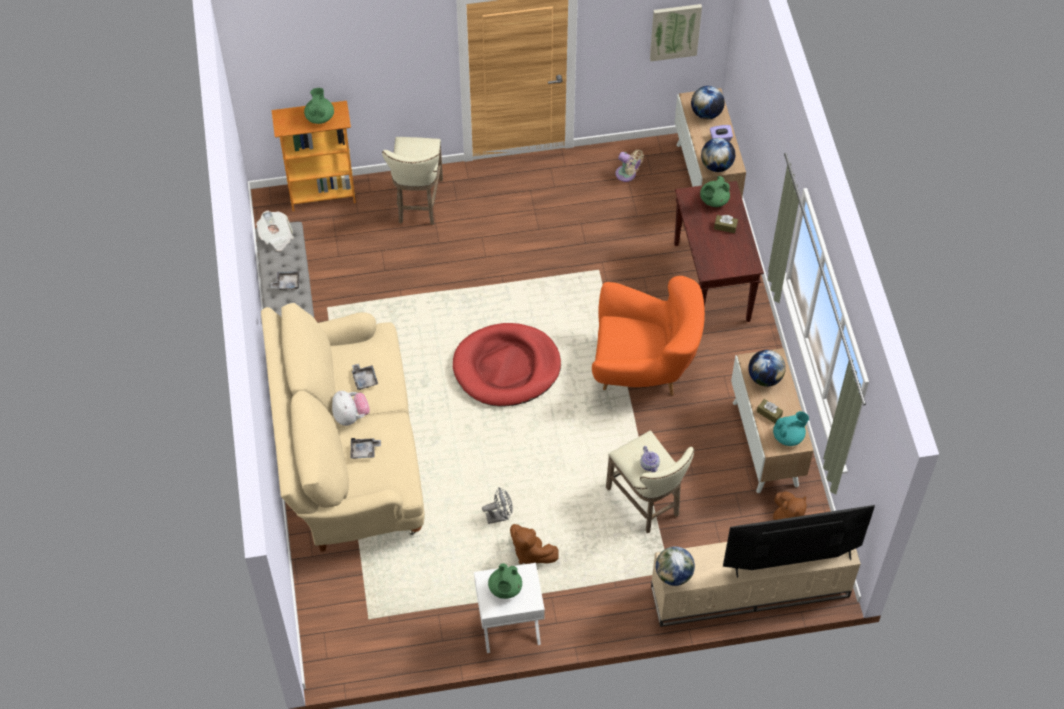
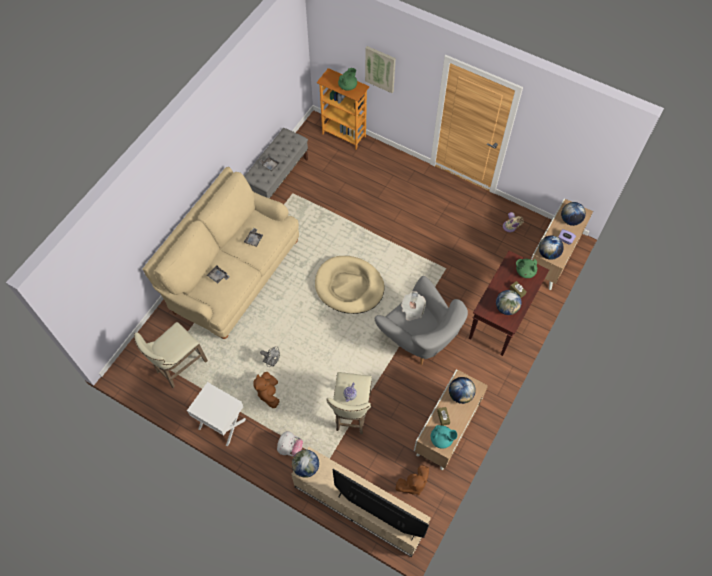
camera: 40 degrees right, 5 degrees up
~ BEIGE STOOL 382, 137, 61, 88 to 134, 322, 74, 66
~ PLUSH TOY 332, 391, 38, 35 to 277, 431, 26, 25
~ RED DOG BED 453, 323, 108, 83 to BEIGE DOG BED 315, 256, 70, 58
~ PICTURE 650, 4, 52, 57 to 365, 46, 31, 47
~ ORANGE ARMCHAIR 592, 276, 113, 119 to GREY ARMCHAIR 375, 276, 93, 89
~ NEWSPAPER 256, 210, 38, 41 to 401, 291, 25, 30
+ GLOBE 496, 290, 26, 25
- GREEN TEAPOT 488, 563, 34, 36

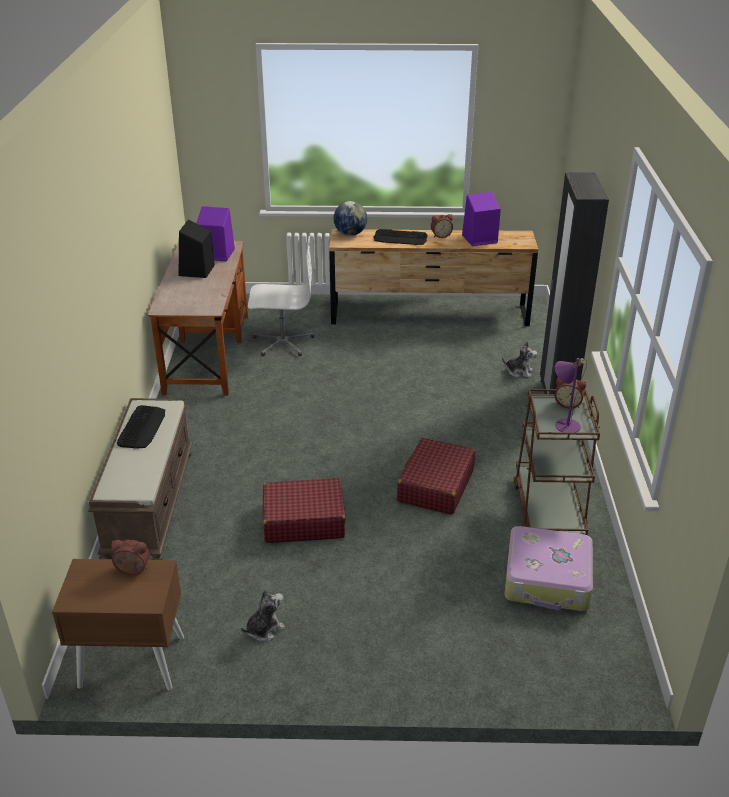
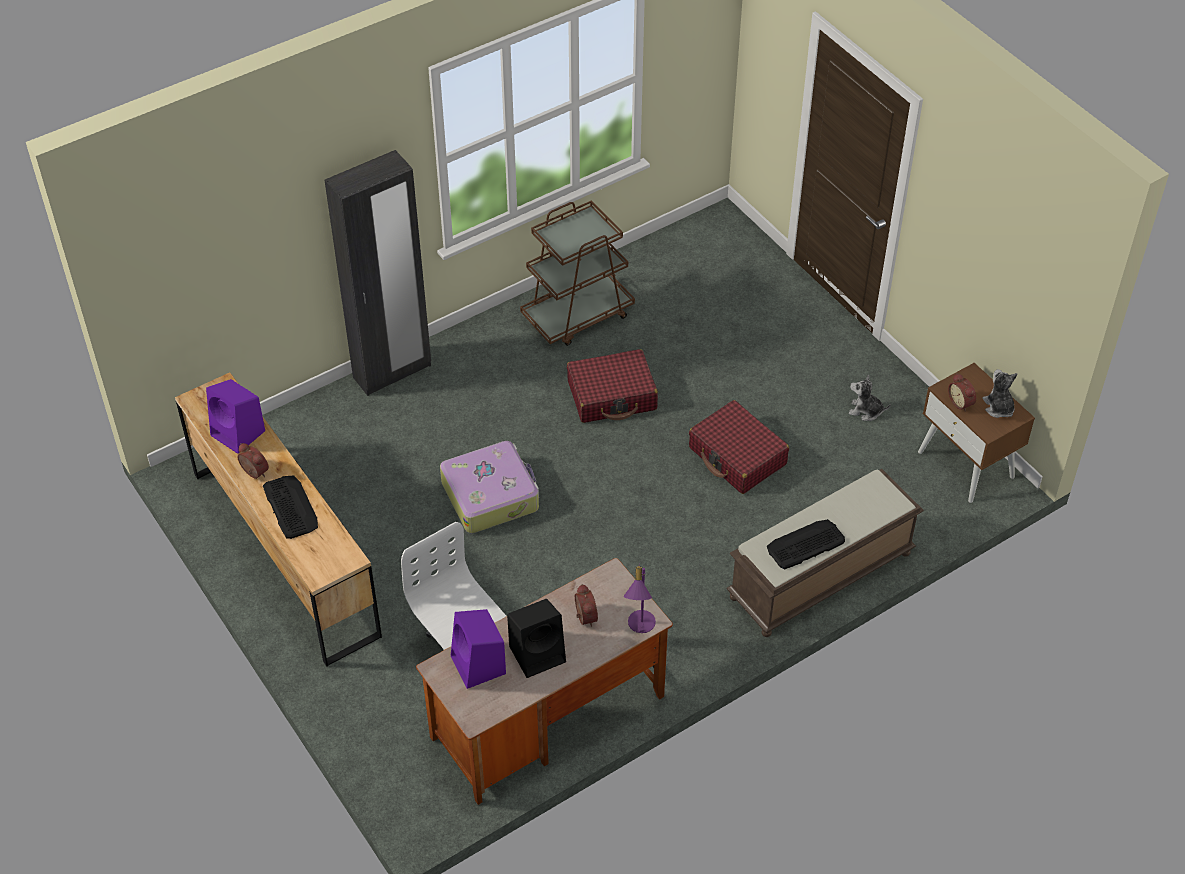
camera: 125 degrees left, 15 degrees up
~ SUITCASE 504, 526, 89, 85 to 440, 441, 99, 92
~ ALARM CLOCK 555, 378, 31, 31 to 575, 584, 23, 43
~ PURPLE TABLE LAMP 555, 358, 32, 74 to 624, 565, 32, 68
~ PLUSH TOY 502, 341, 35, 37 to 982, 369, 36, 49
- GLOBE 334, 201, 33, 35

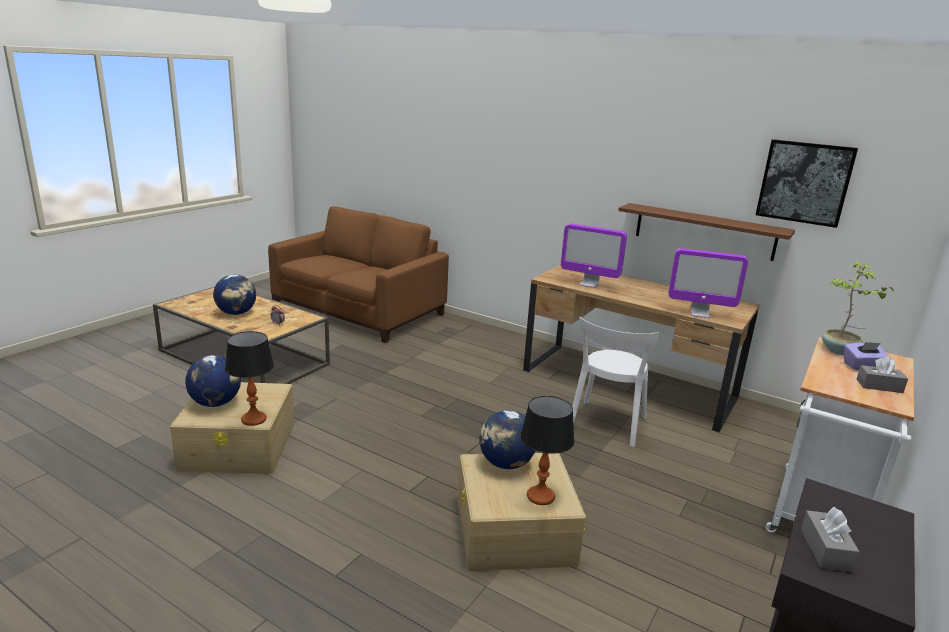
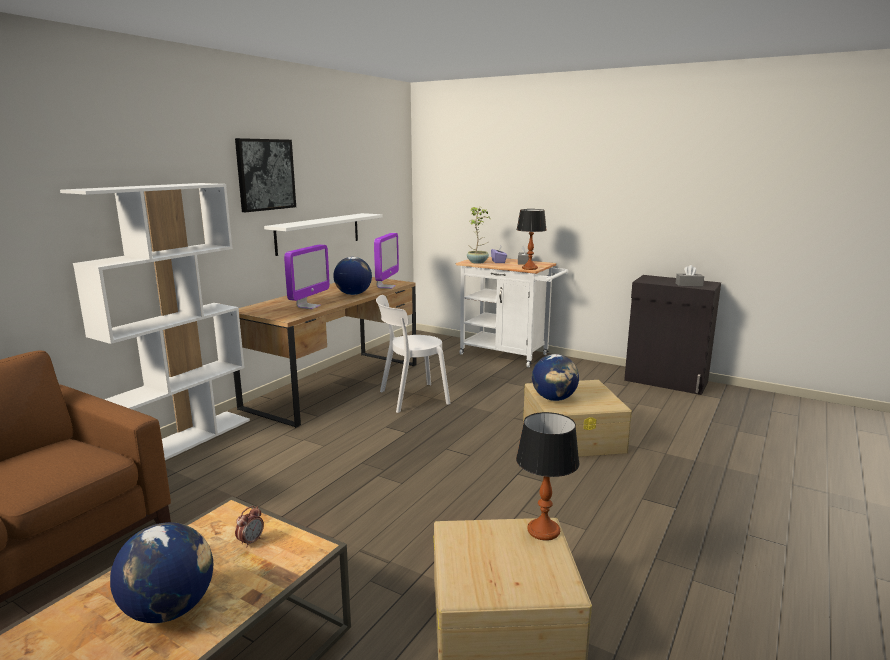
camera: 90 degrees left, 5 degrees down
+ WHITE BOOKCASE 60, 183, 190, 277
~ PICTURE 756, 139, 102, 89 to 235, 138, 61, 74
~ BROWN SHELF 618, 203, 177, 58 to WHITE SHELF 264, 213, 118, 43
~ GLOBE 185, 355, 56, 52 to 333, 257, 39, 38
~ WHITE CHAIR 572, 317, 87, 130 = 376, 295, 75, 118 135 degrees clockwise
~ TABLE LAMP 520, 396, 55, 109 to 516, 209, 31, 61

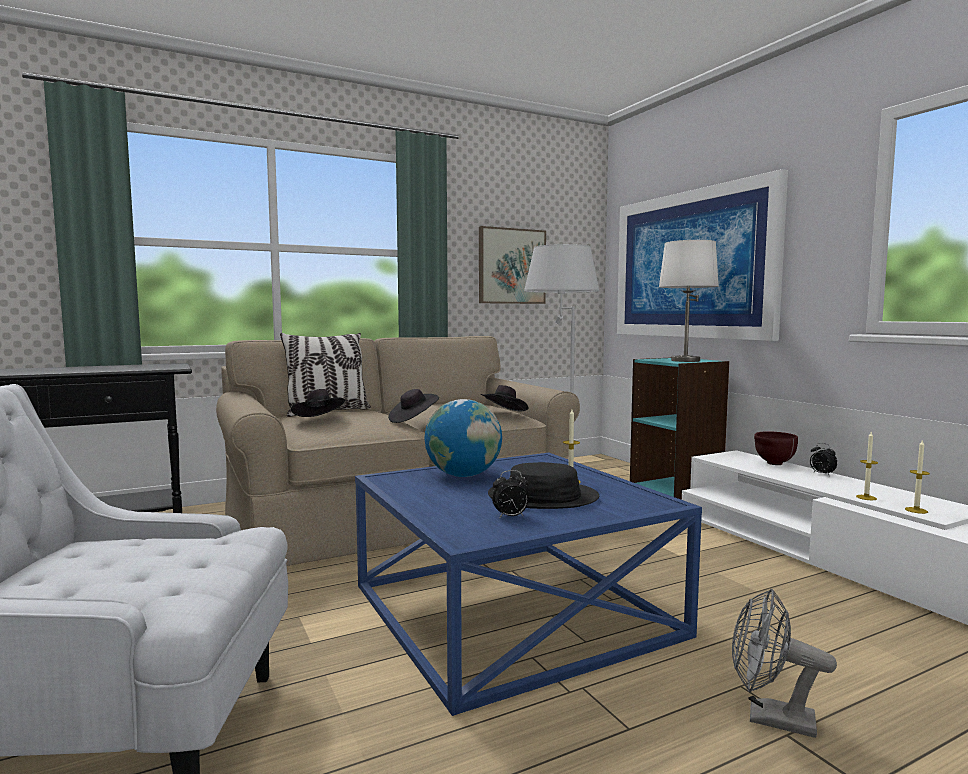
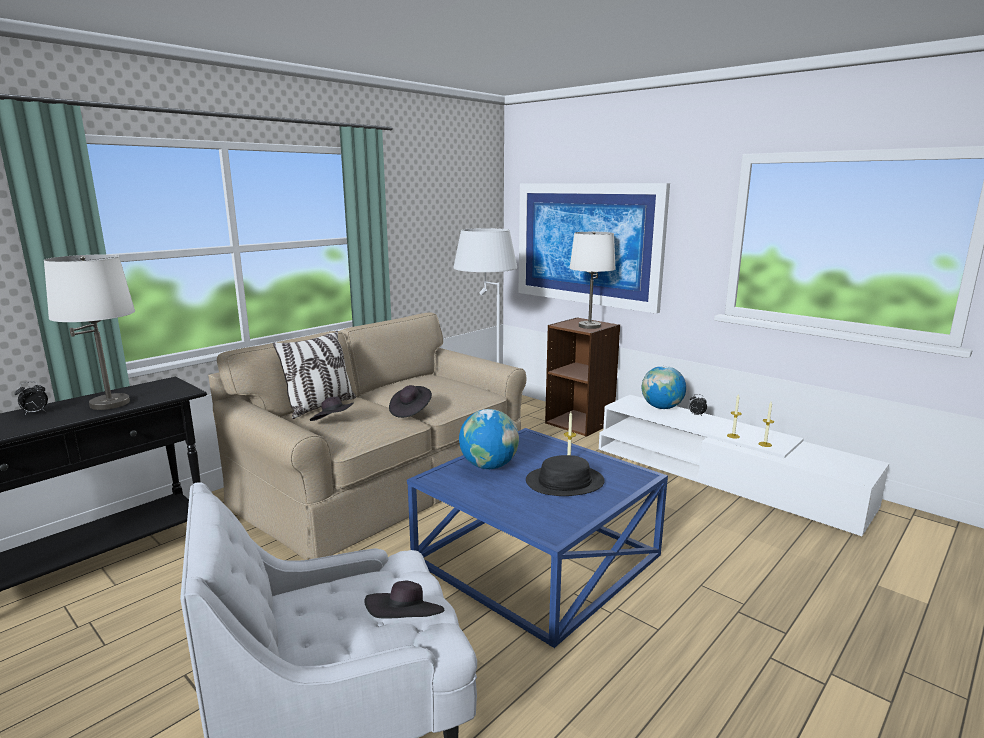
camera: 20 degrees left, 10 degrees up
~ ALARM CLOCK 492, 470, 37, 49 to 15, 382, 33, 33
+ WHITE TABLE LAMP 44, 255, 91, 155
~ BLACK HAT 481, 385, 48, 27 to 364, 581, 80, 37
~ TURQUOISE BOOKCASE 630, 358, 99, 142 to BROWN BOOKCASE 545, 317, 75, 120
~ BROWN BOWL 754, 431, 44, 34 to GLOBE 641, 366, 45, 43
- PICTURE 479, 226, 67, 78
- GREY FAN 732, 589, 105, 149

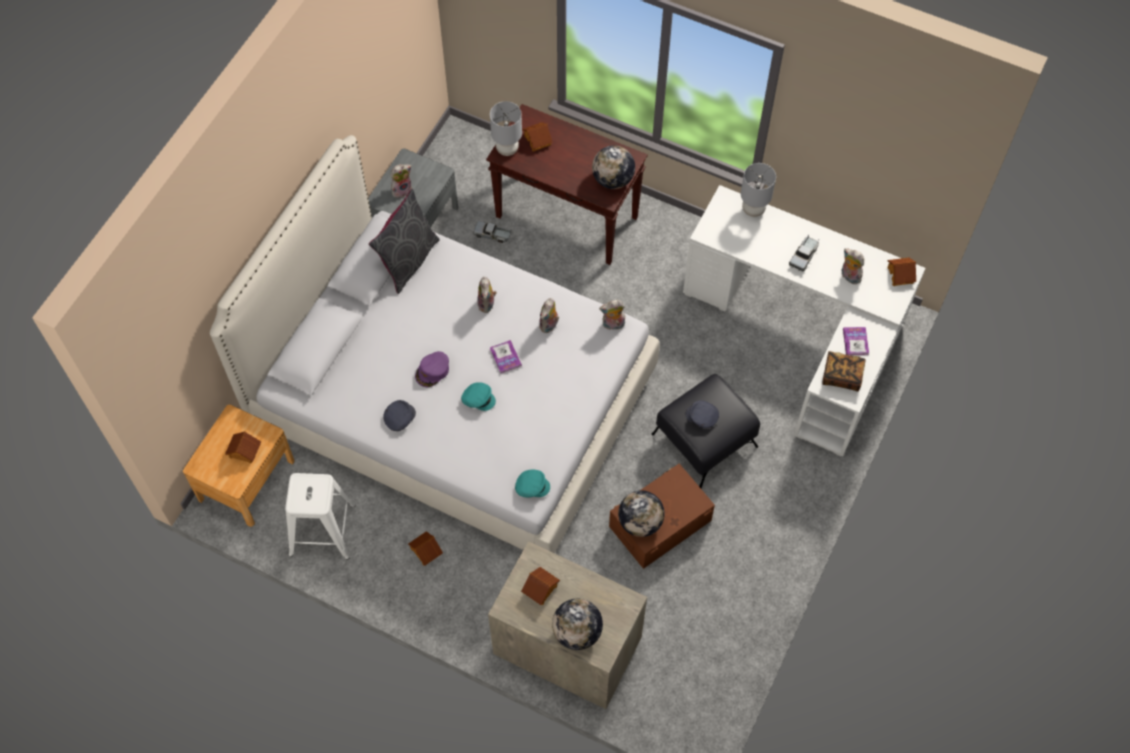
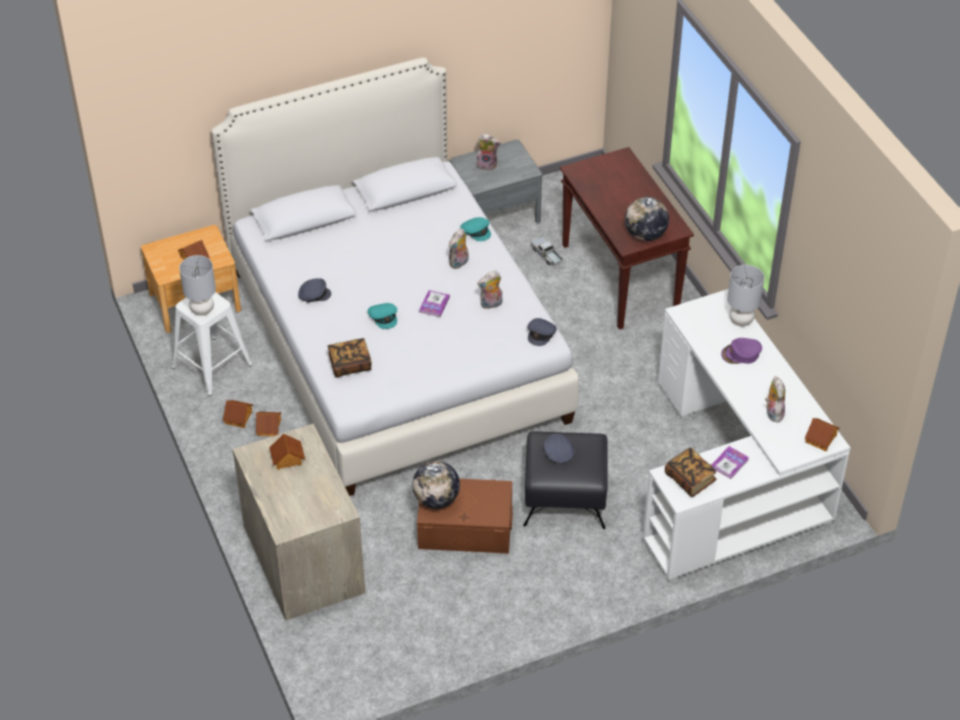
camera: 40 degrees right, 15 degrees down
~ GREY TABLE LAMP 490, 101, 32, 55 to 179, 255, 37, 60
~ TOY HOUSE 522, 122, 31, 29 to 223, 400, 30, 28
+ BOOK 328, 338, 44, 40
~ TURQUOISE CAP 515, 470, 35, 28 to 460, 217, 31, 24
~ PLUSH TOY 599, 300, 26, 30 to GREY CAP 527, 318, 30, 28
~ PURPLE CAP 415, 351, 34, 36 to 721, 338, 41, 26
- GREY PILLOW 369, 188, 71, 106
- GLOBE 552, 599, 51, 51
- TOY TRUCK 789, 234, 30, 38

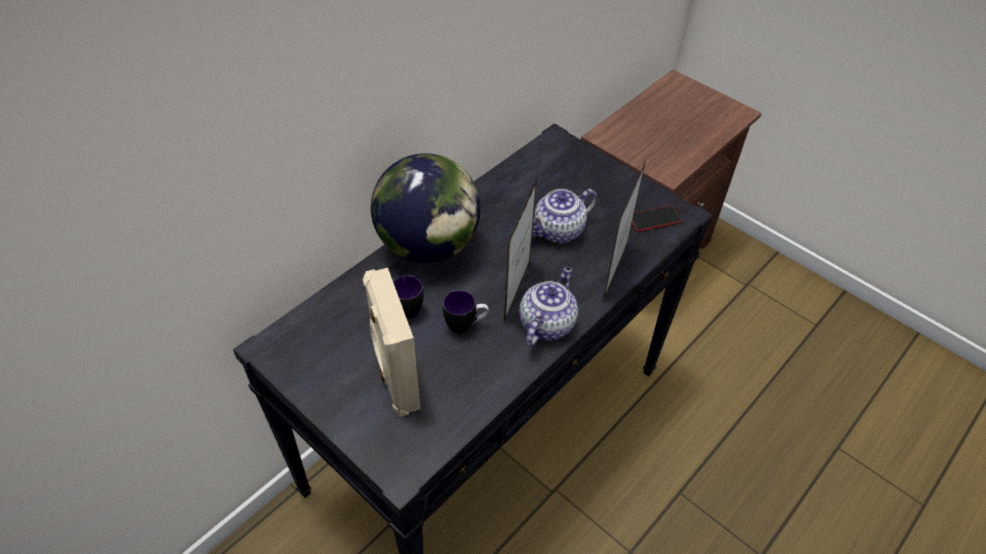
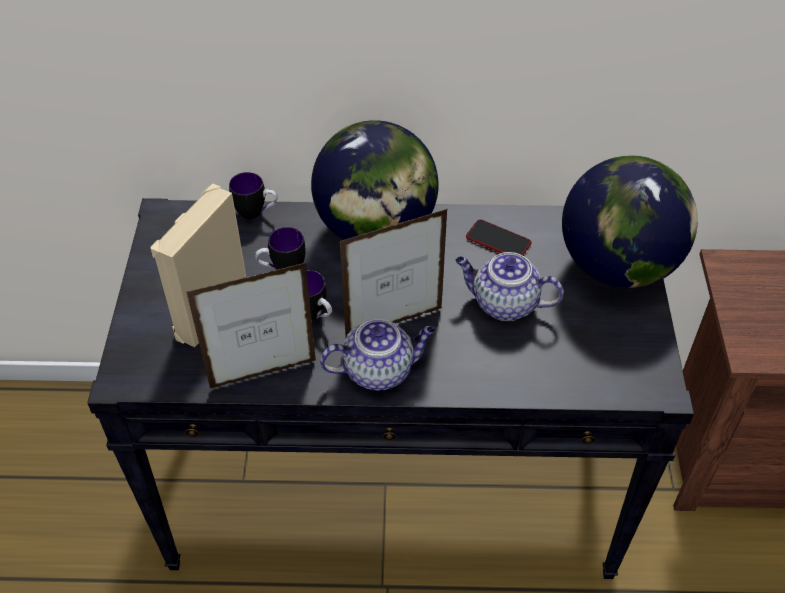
camera: 50 degrees right, 0 degrees up
~ PICTURE FRAME 603, 161, 43, 138 to 186, 262, 130, 127
+ MUG 229, 172, 49, 48
~ PHONE 632, 205, 50, 27 to 466, 219, 66, 36
+ GLOBE 562, 155, 136, 133

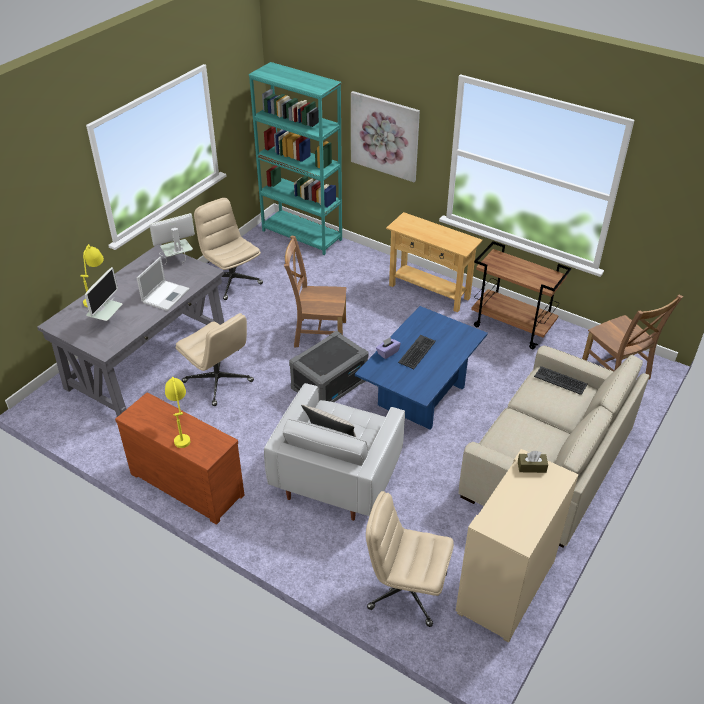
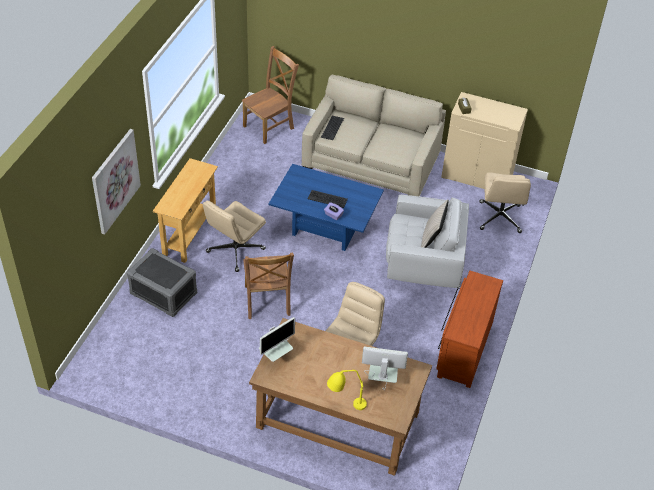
camera: 105 degrees left, 5 degrees up
~ GREY STORAGE BOX 289, 331, 79, 71 to 127, 248, 70, 69
~ BEIGE OFFICE CHAIR 194, 198, 69, 102 to 203, 201, 63, 71
~ GREY DESK 37, 244, 187, 173 to BROWN DESK 249, 318, 183, 158
~ MONITOR 149, 213, 46, 51 = 259, 317, 36, 45 90 degrees counterclockwise
- LAPTOP 137, 257, 53, 54
- YELLOW TABLE LAMP 165, 377, 25, 71
- TURQUOISE BOOKCASE 249, 62, 93, 193
- BROWN CART 471, 241, 100, 108

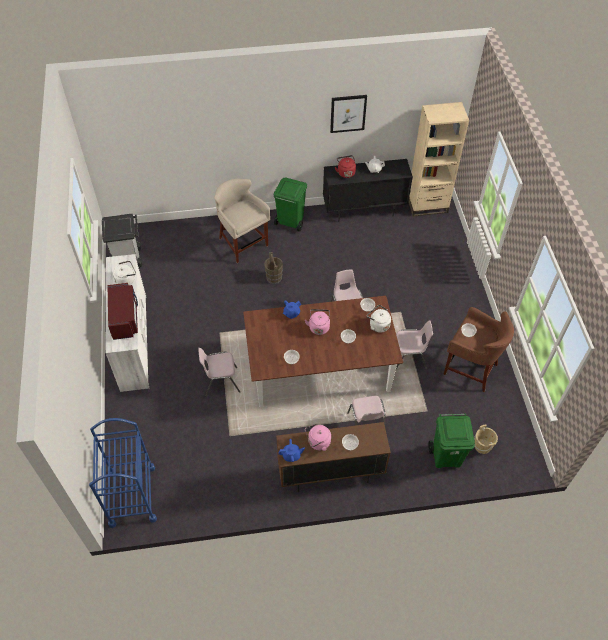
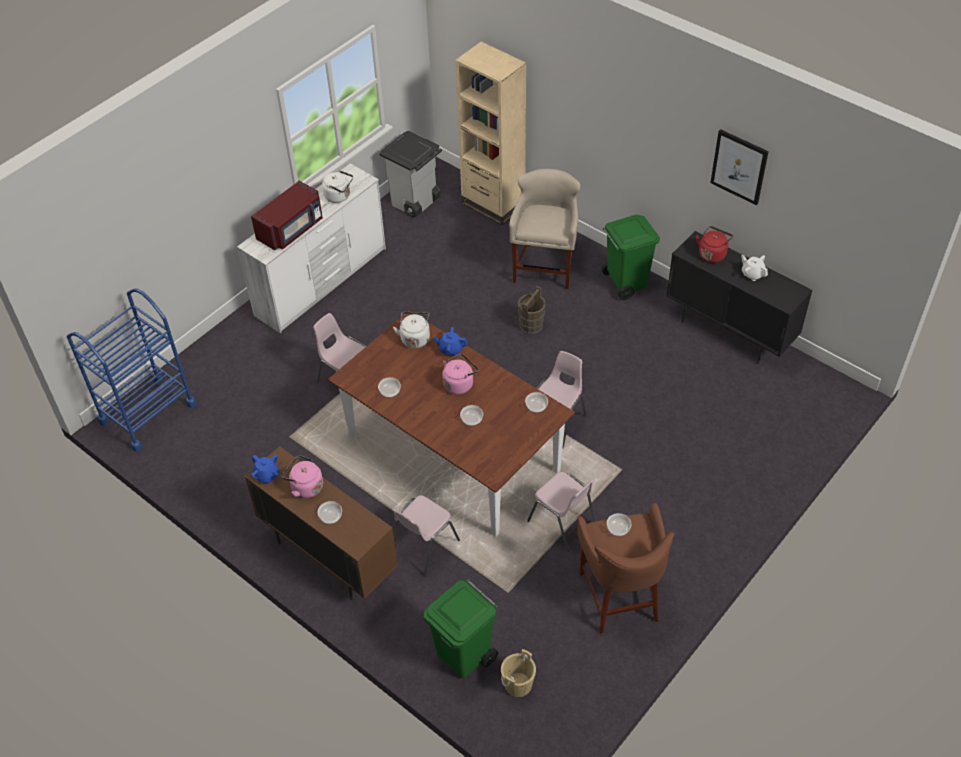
camera: 50 degrees right, 5 degrees down
~ WHITE KETTLE 367, 305, 24, 28 to 393, 312, 37, 36
~ BEIGE BOOKCASE 408, 102, 61, 114 to 455, 41, 71, 185

